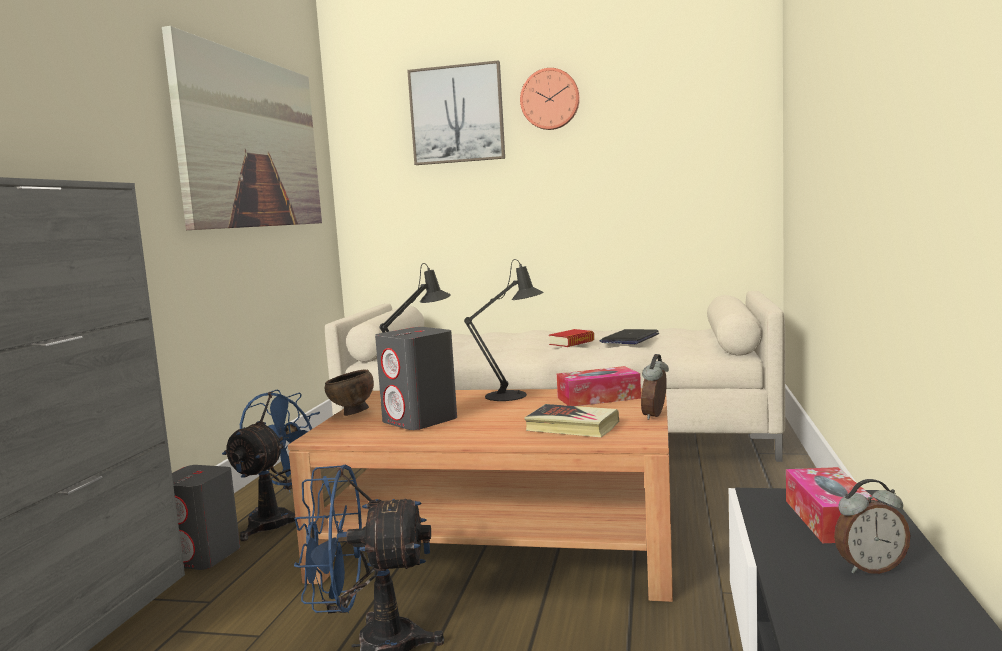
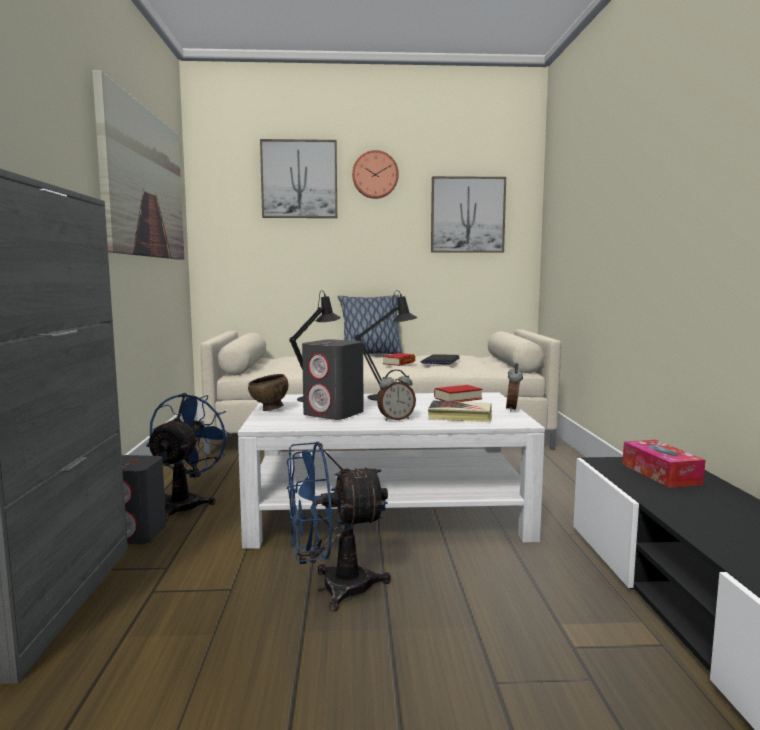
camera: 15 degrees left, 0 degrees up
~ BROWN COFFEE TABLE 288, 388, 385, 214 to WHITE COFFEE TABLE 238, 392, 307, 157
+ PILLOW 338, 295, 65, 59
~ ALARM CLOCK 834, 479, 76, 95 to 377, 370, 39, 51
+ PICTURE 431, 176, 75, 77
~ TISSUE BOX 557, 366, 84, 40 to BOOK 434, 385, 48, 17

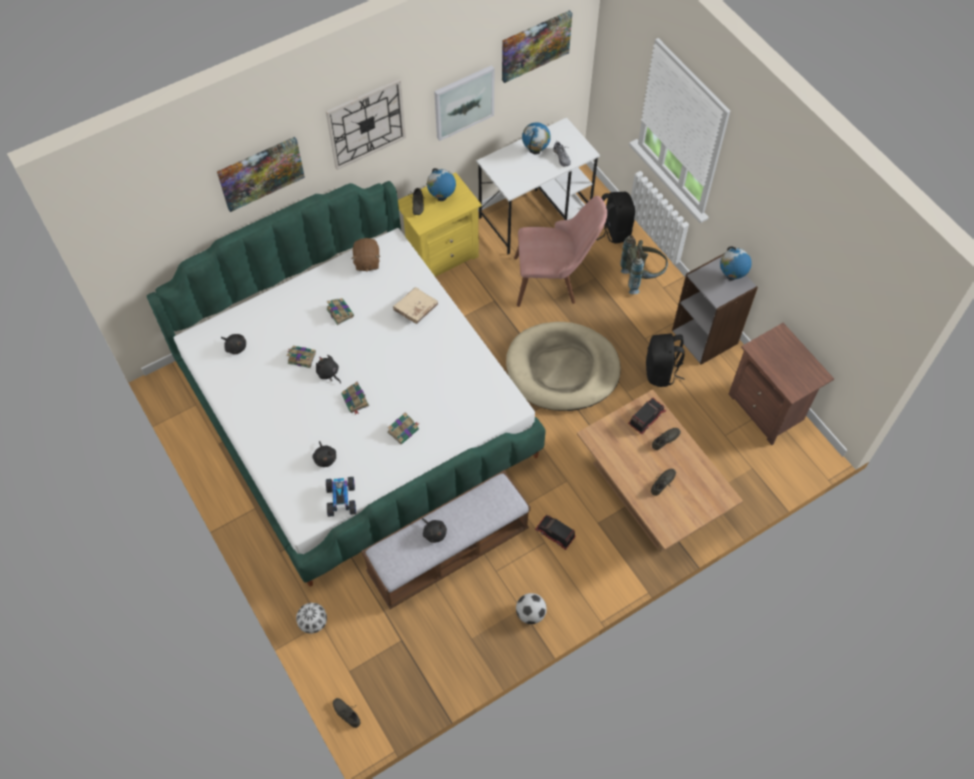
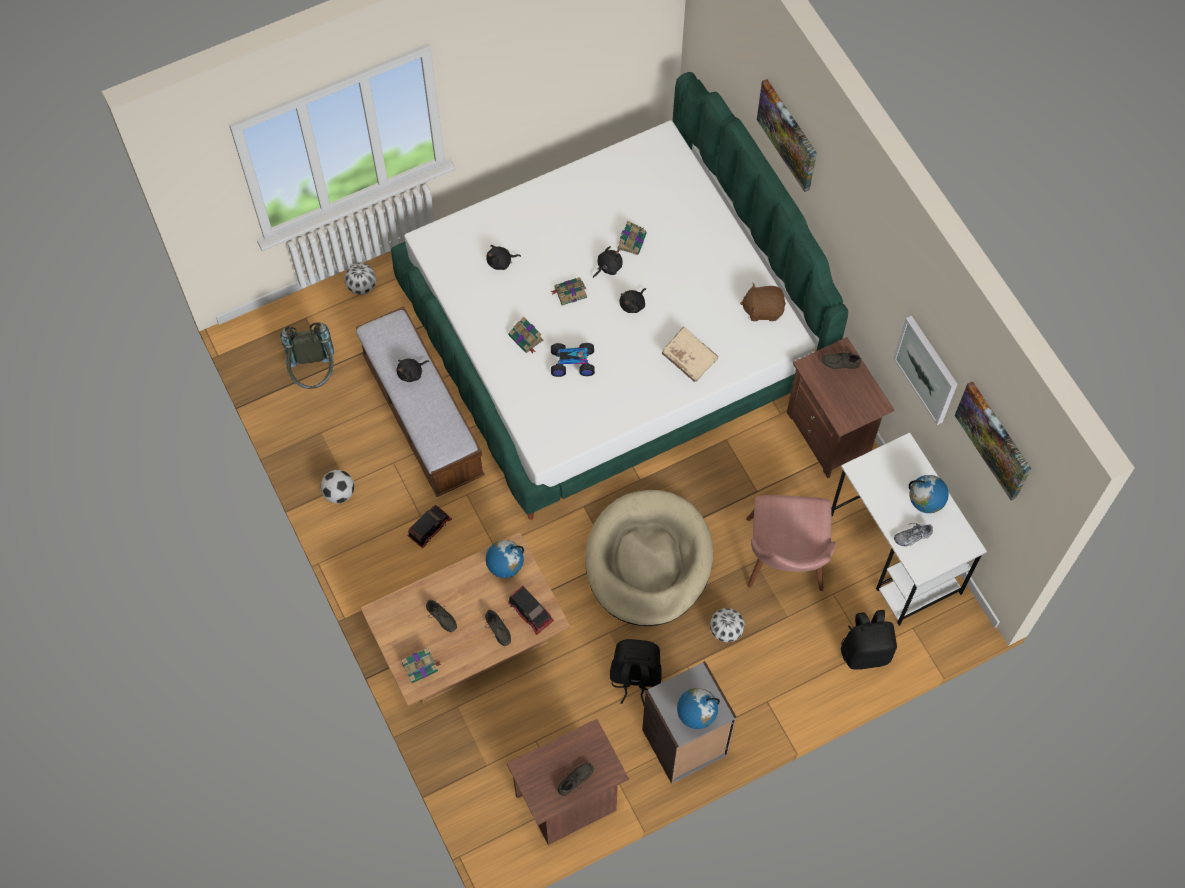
camera: 95 degrees right, 5 degrees up
~ GREY BACKPACK 620, 235, 48, 59 to 280, 322, 54, 67
~ BOOK 326, 298, 28, 27 to 401, 647, 40, 36
~ GLOBE 427, 168, 29, 33 to 486, 540, 38, 38
~ TOY CAR 326, 477, 30, 40 to 551, 343, 44, 34
~ GREY SHOE 333, 698, 27, 30 to 558, 763, 36, 33
~ BLACK PLUSH TOY 221, 334, 25, 20 to 619, 288, 27, 25
+ FOOTBALL 710, 608, 34, 34
~ YELLOW NIGHTSTAND 398, 172, 84, 105 to BROWN NIGHTSTAND 787, 337, 107, 141
- WALL CLOCK 326, 79, 80, 91

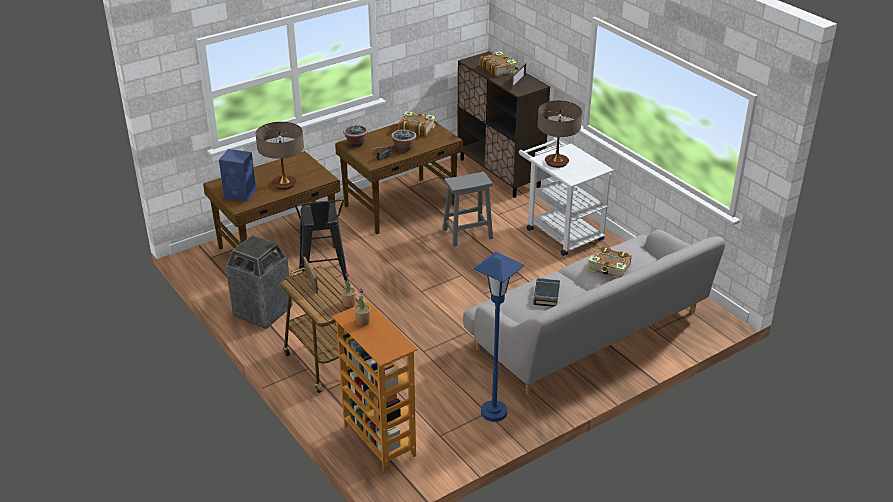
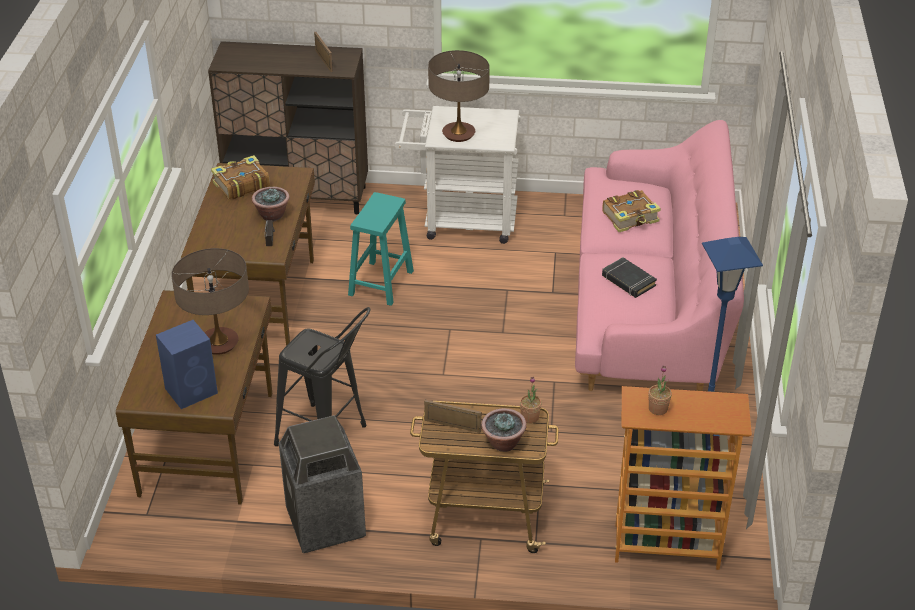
camera: 50 degrees left, 5 degrees up
~ GREY STOOL 443, 172, 50, 75 to TURQUOISE STOOL 348, 192, 66, 114
~ POTTED PLANT 343, 125, 25, 22 to 481, 408, 46, 44
~ GREY SOFA 463, 230, 262, 165 to PINK SOFA 575, 120, 169, 271
- BOOK 480, 51, 37, 26

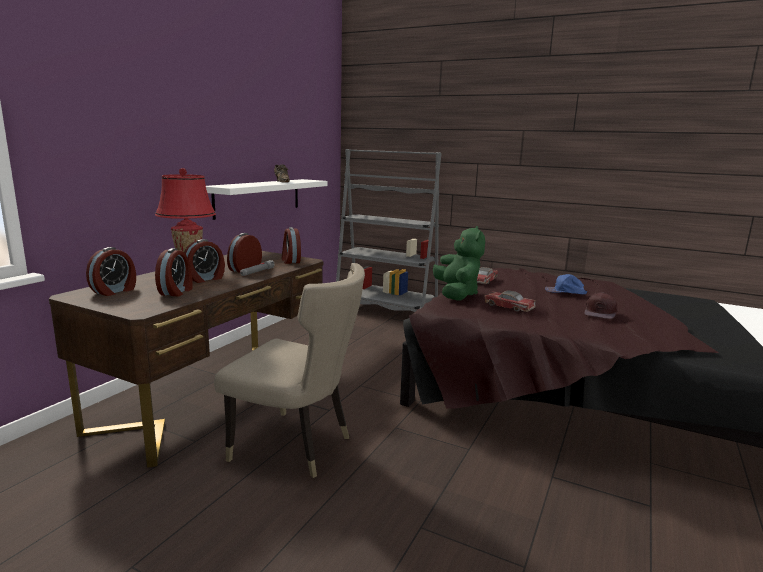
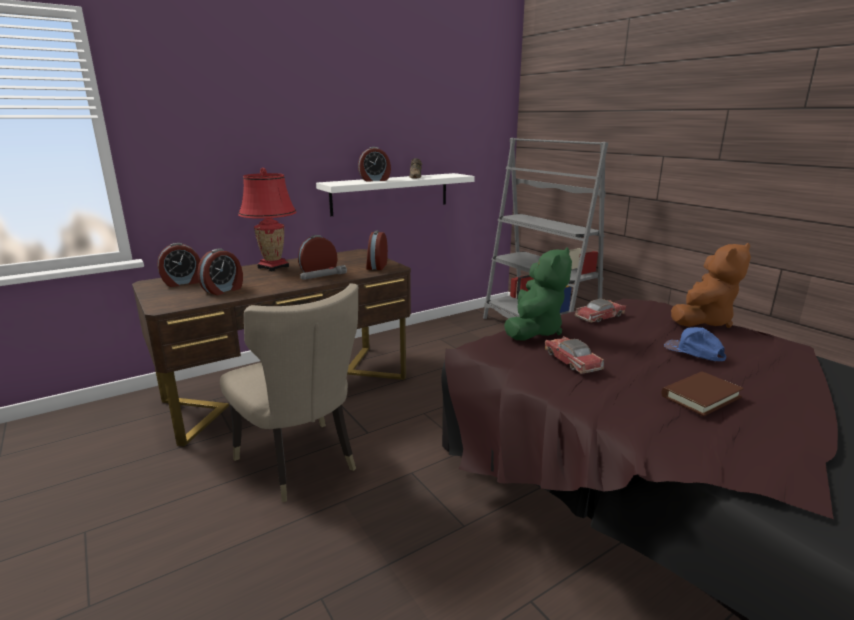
camera: 30 degrees right, 5 degrees up
~ ALARM CLOCK 184, 239, 41, 44 to 358, 147, 33, 34
~ BROWN CAP 584, 292, 34, 27 to BROWN BOOK 661, 372, 83, 44
+ BROWN PLUSH TOY 671, 243, 80, 85

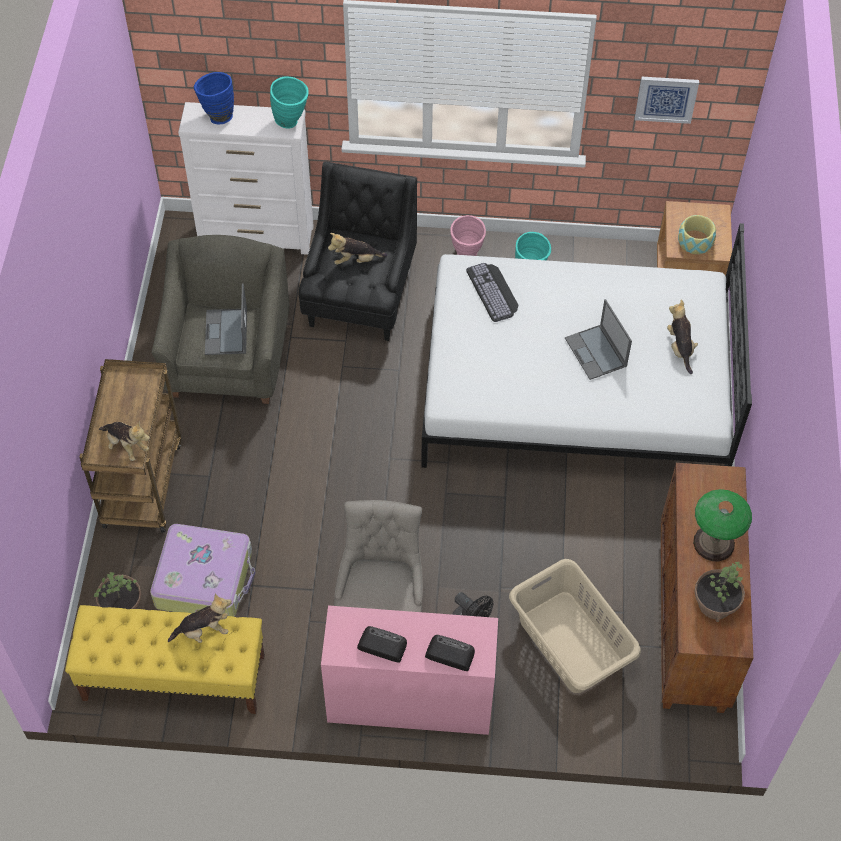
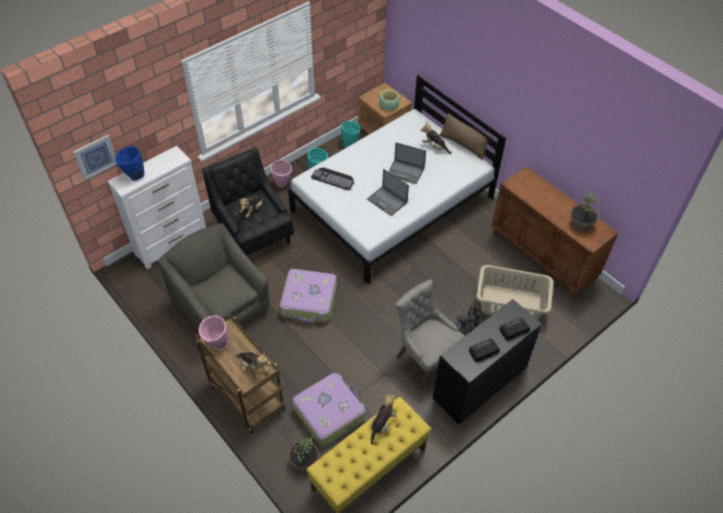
camera: 45 degrees left, 5 degrees down
~ PICTURE 635, 77, 64, 47 to 73, 135, 43, 45
+ PINK VASE 199, 315, 30, 35
~ PLUSH TOY 99, 421, 51, 40 = 235, 352, 36, 27 45 degrees clockwise
+ SUITCASE 280, 269, 57, 54
~ TURQUOISE VASE 270, 76, 39, 53 to 341, 121, 20, 27
~ LAPTOP 205, 283, 42, 72 to 367, 169, 42, 47
~ PINK DESK 321, 605, 177, 130 to BLACK DESK 433, 299, 109, 125
+ BROWN PILLOW 439, 113, 53, 47
- TABLE LAMP 693, 489, 59, 72

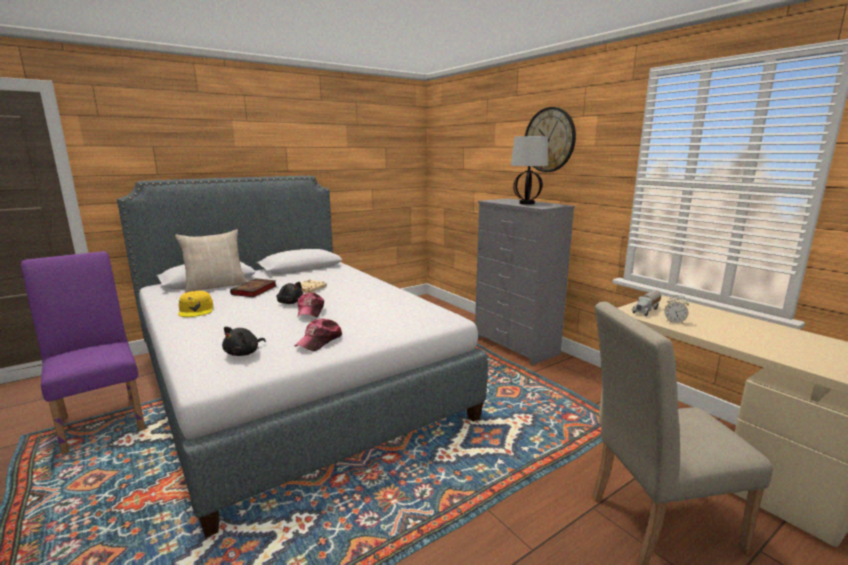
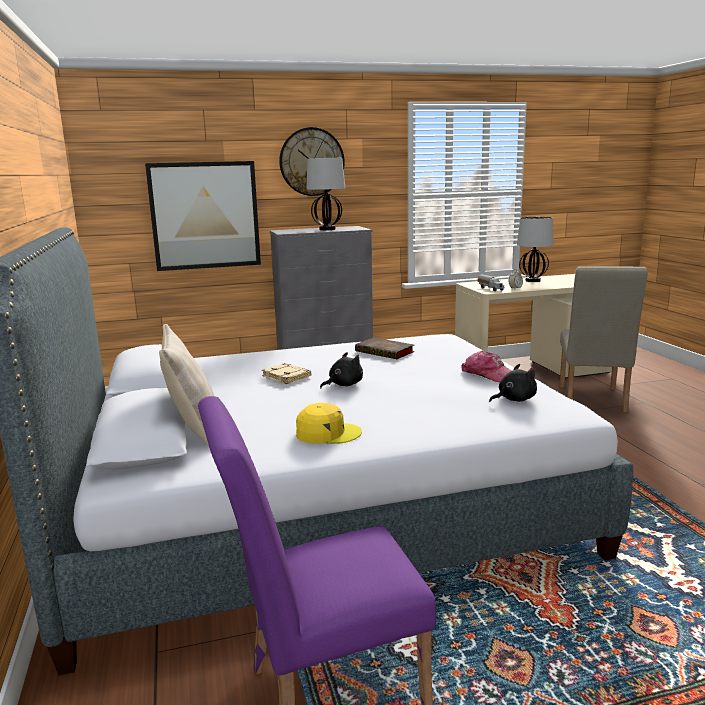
camera: 70 degrees left, 0 degrees up
+ PICTURE 145, 161, 116, 110
~ BOOK 230, 278, 47, 20 to 355, 337, 59, 22
~ BLACK PLUSH TOY 222, 327, 44, 29 = 489, 364, 48, 38 75 degrees counterclockwise
+ TABLE LAMP 517, 217, 36, 65
- CAP 297, 292, 27, 25

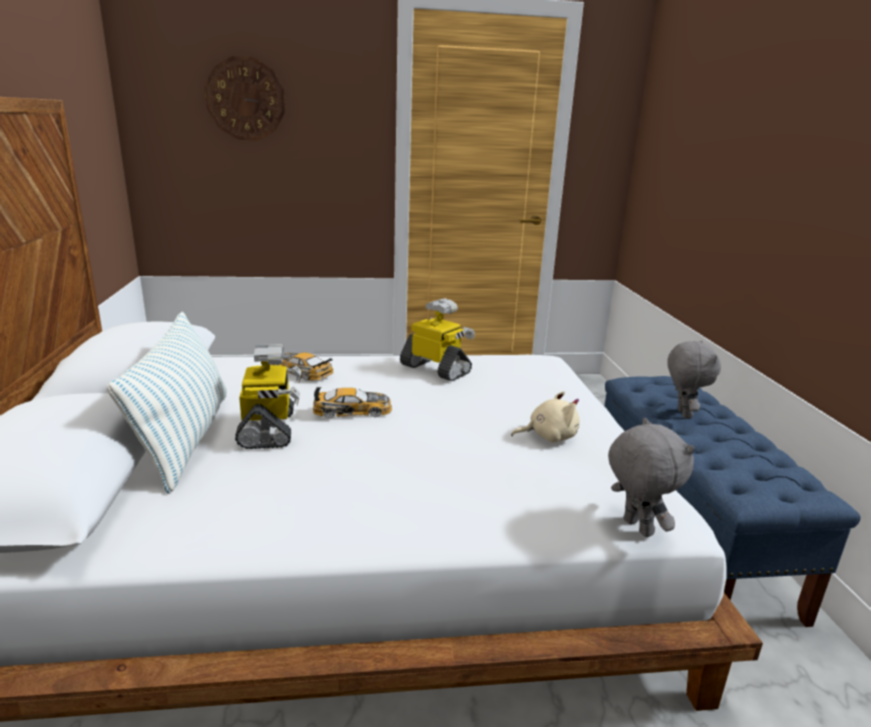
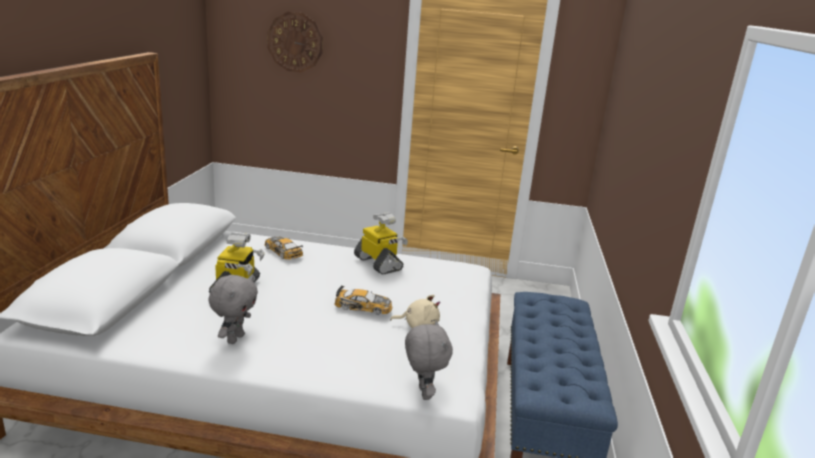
camera: 15 degrees right, 0 degrees up
~ GREY PLUSH TOY 667, 341, 54, 78 to 208, 275, 50, 69
~ TOY CAR 313, 387, 79, 31 to 334, 286, 59, 29
- PILLOW 107, 312, 120, 182

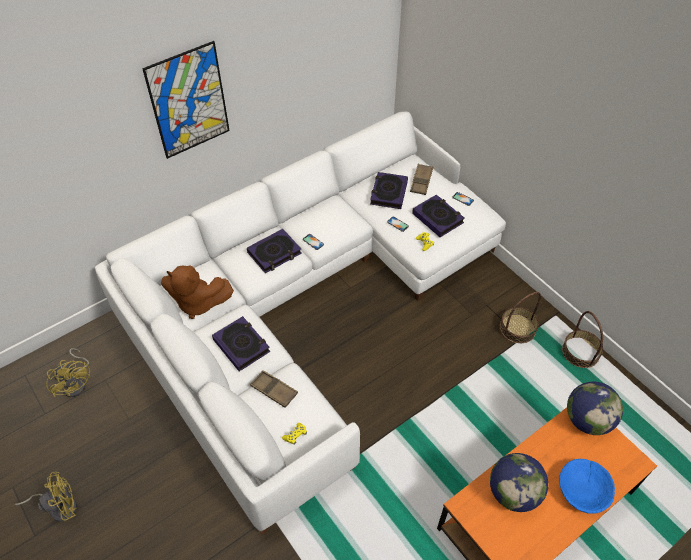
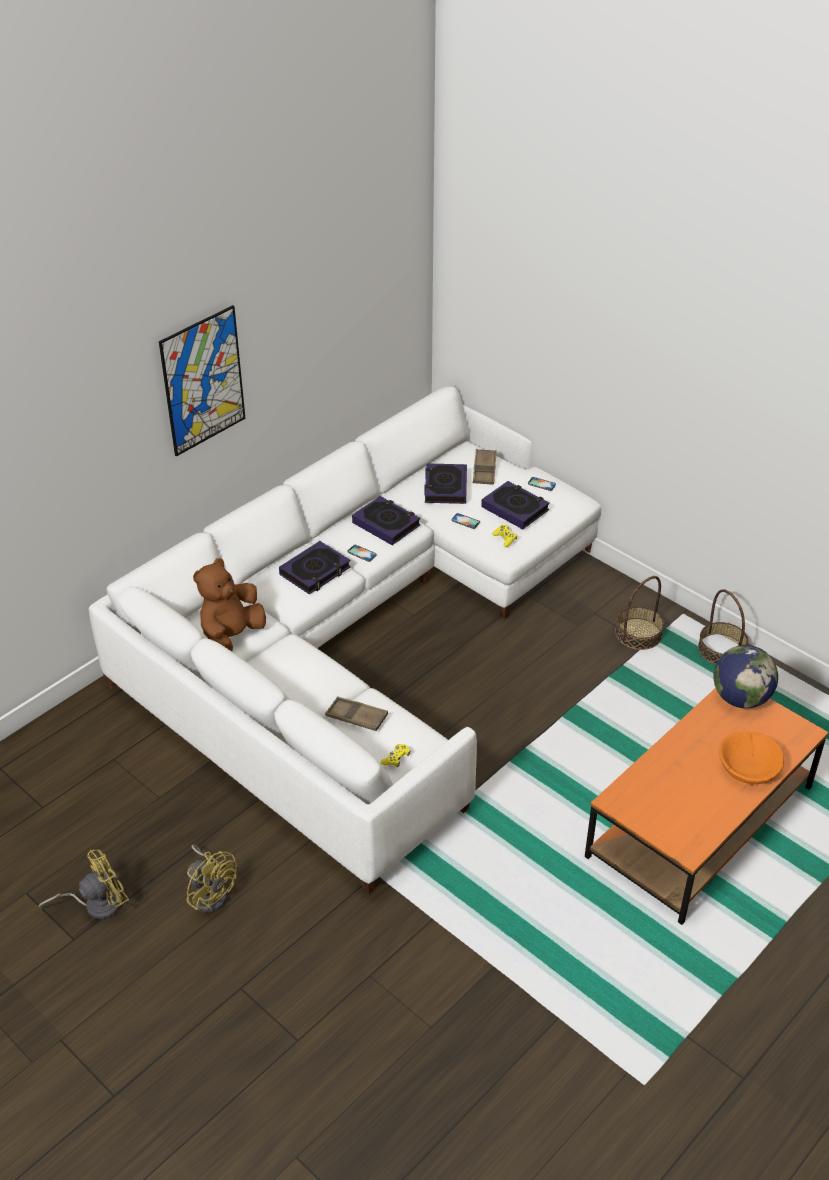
camera: 10 degrees left, 10 degrees down
~ YELLOW FAN 46, 348, 44, 49 to 186, 845, 51, 68
~ BROWN PLUSH TOY 161, 265, 73, 54 = 193, 558, 73, 93 120 degrees clockwise
~ BOOK 212, 316, 58, 56 to 352, 496, 69, 49
~ BLUE BOWL 559, 459, 56, 55 to ORANGE BOWL 719, 731, 65, 53
- GLOBE 490, 453, 58, 59

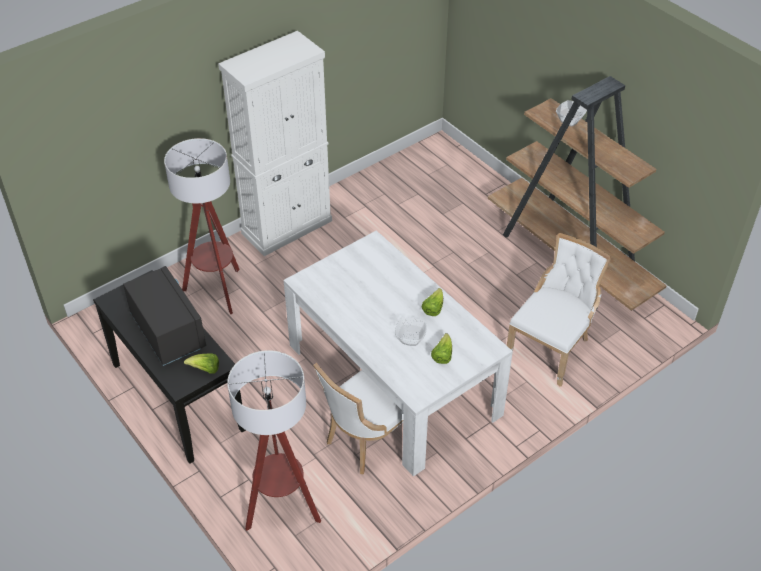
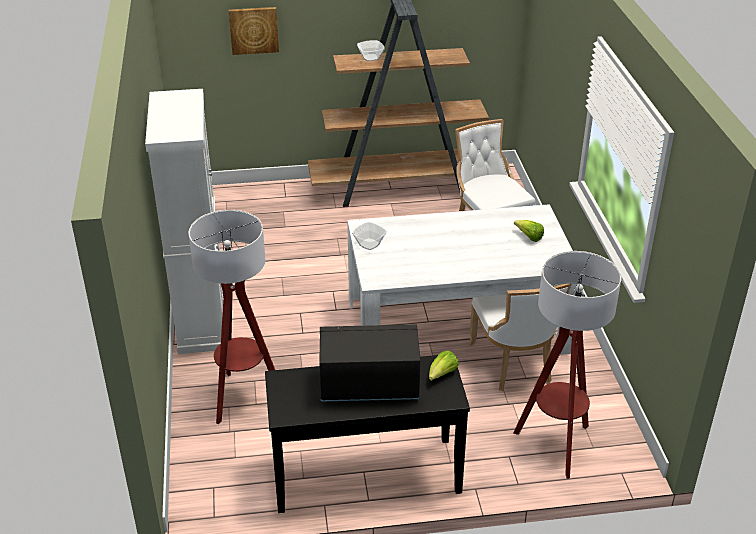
camera: 60 degrees left, 10 degrees down
+ PICTURE 229, 7, 50, 48
~ BOWL 395, 317, 32, 29 to 352, 222, 35, 28
- LETTUCE 421, 288, 22, 28

